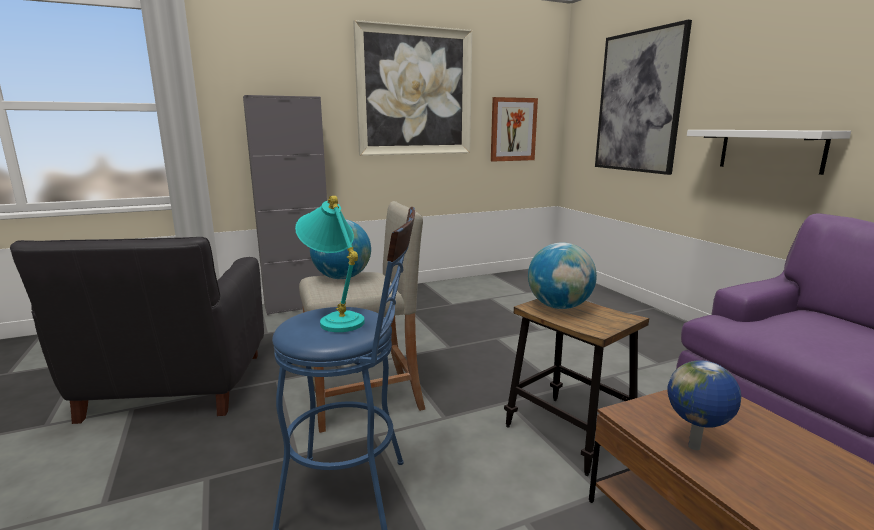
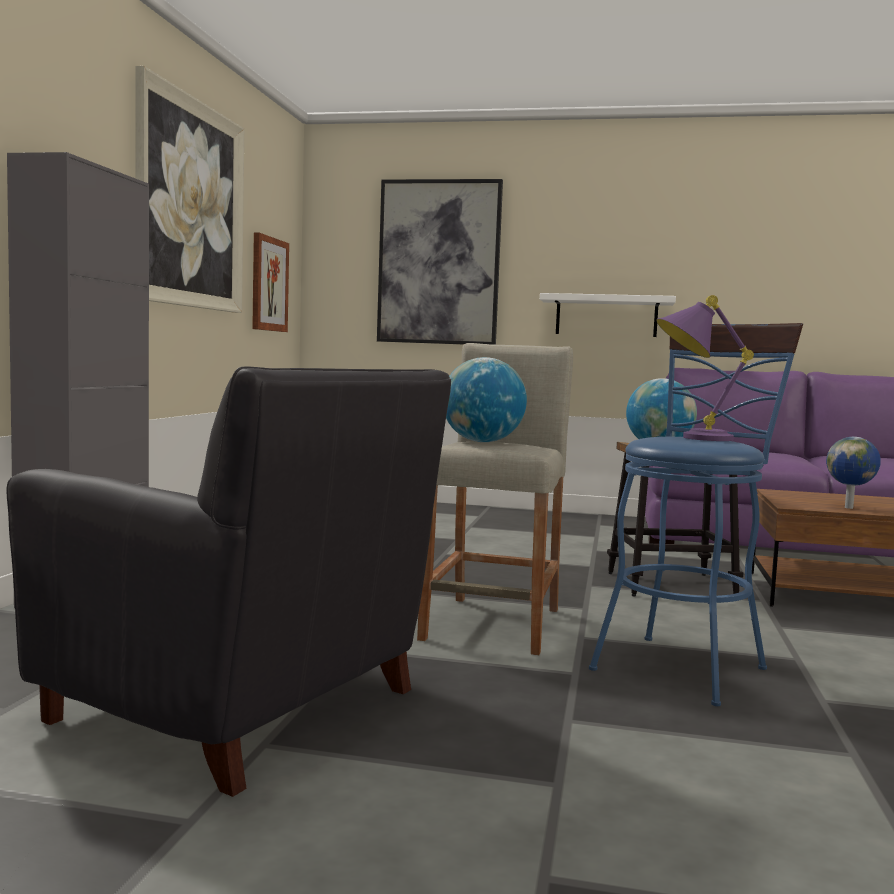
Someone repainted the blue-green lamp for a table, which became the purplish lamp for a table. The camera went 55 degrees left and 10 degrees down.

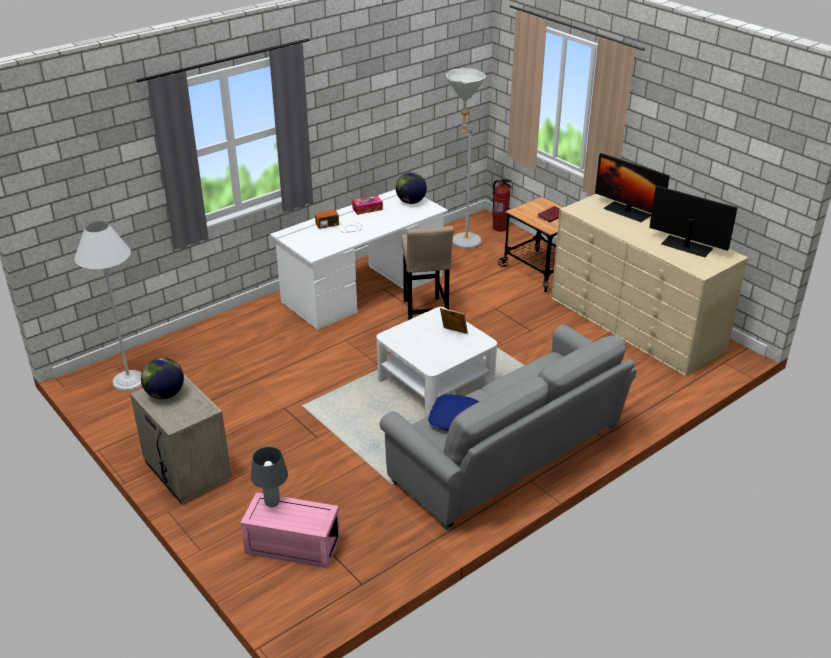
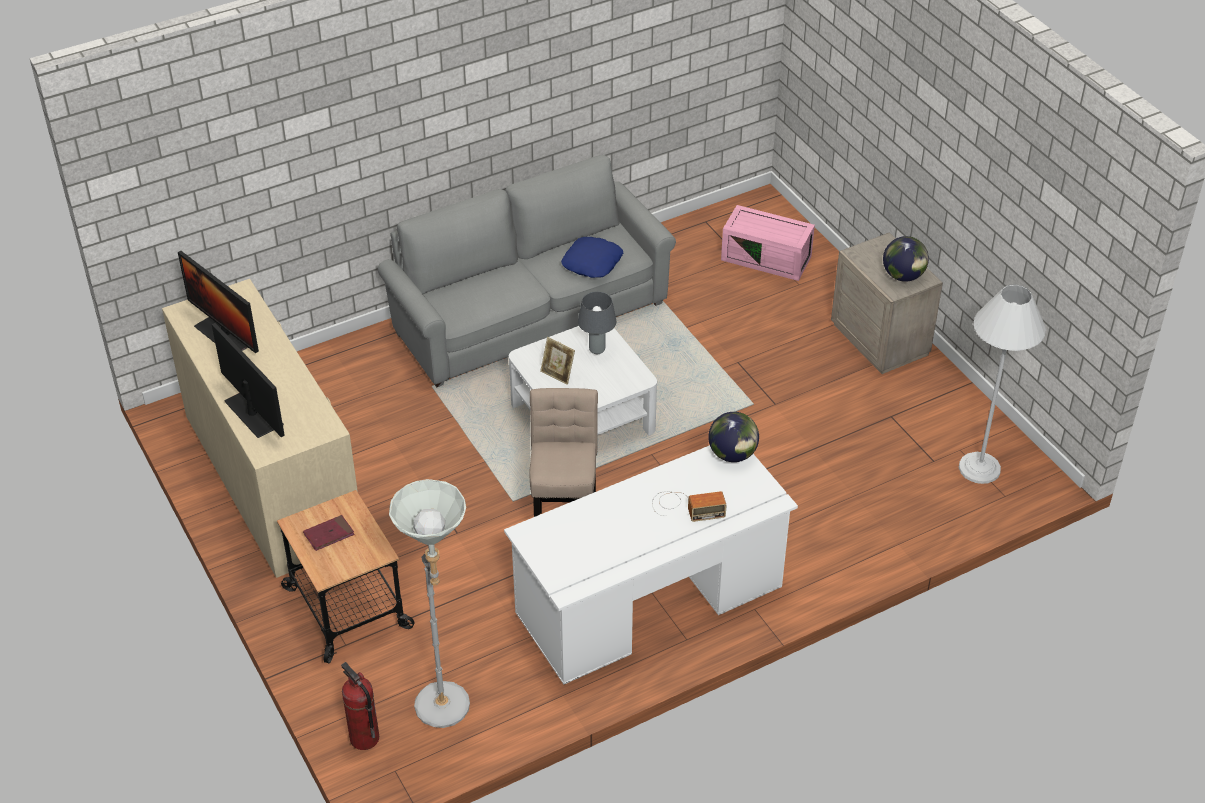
Someone carried the greyish lamp for a table. Someone took away the tissue box. Someone carried the globe (2nd from left in the first image). The camera went 170 degrees left and 10 degrees up.

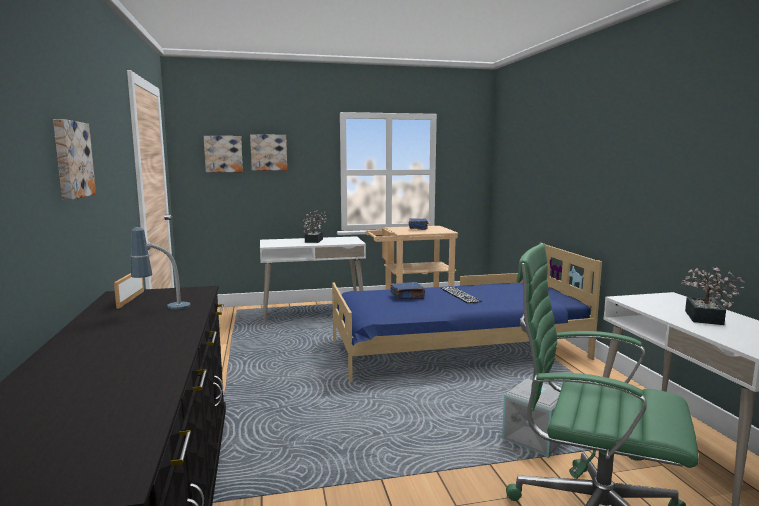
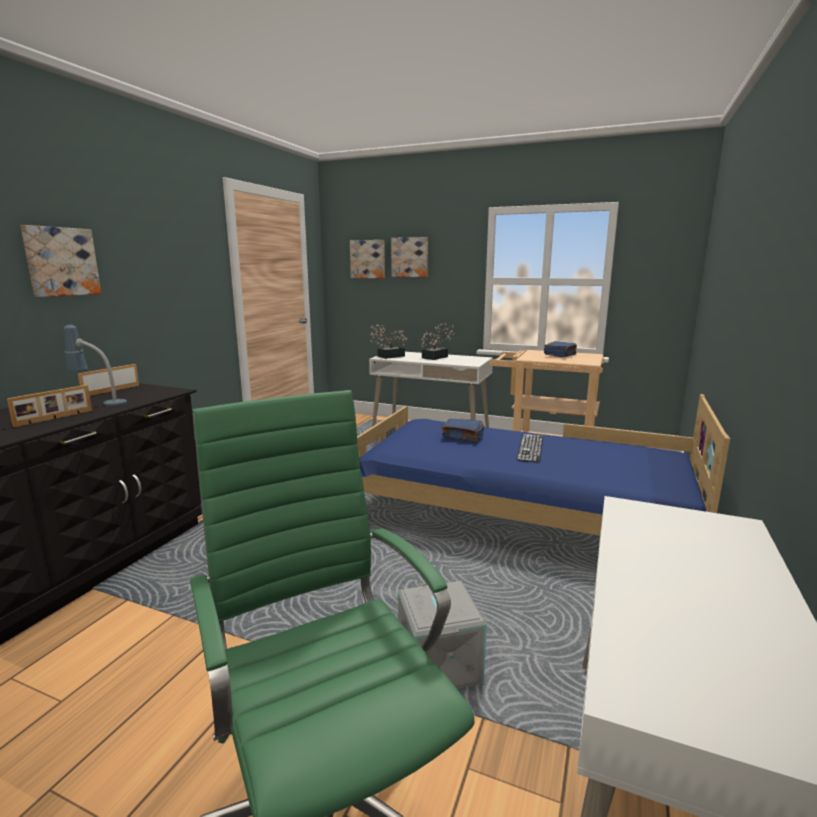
Someone carried the houseplant (2nd from left in the first image). Someone put down the photo frame (1st from left). The camera went 35 degrees right and 5 degrees up.

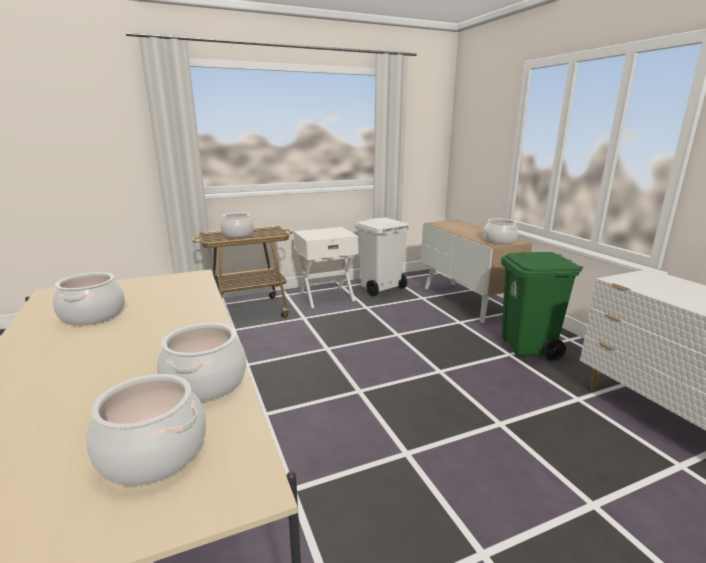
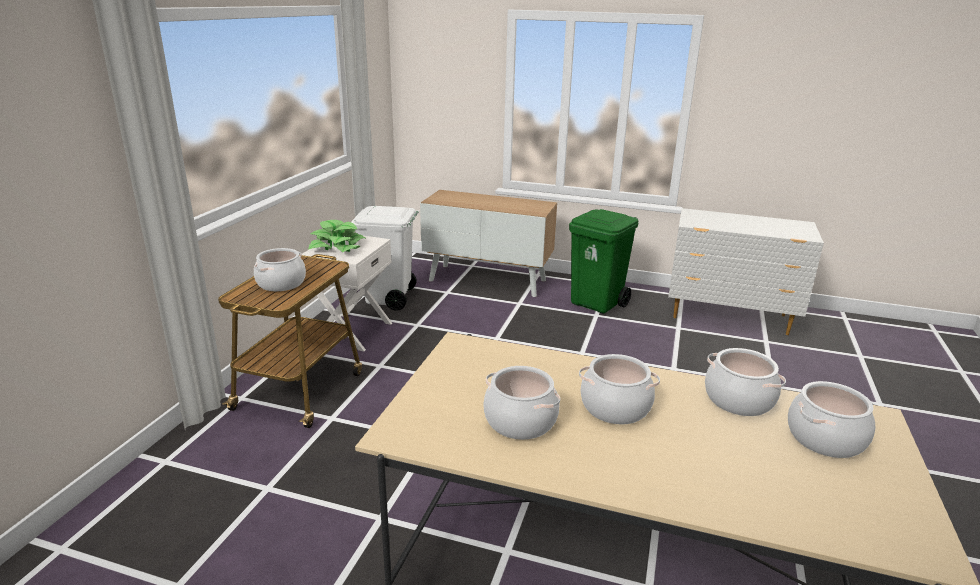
Someone carried the cooking pot (5th from left in the first image). Someone put down the houseplant. The camera went 50 degrees left and 5 degrees up.

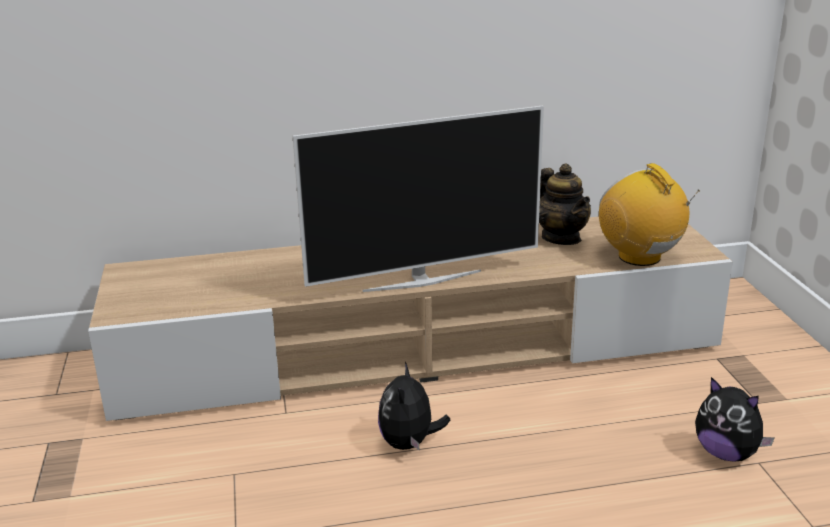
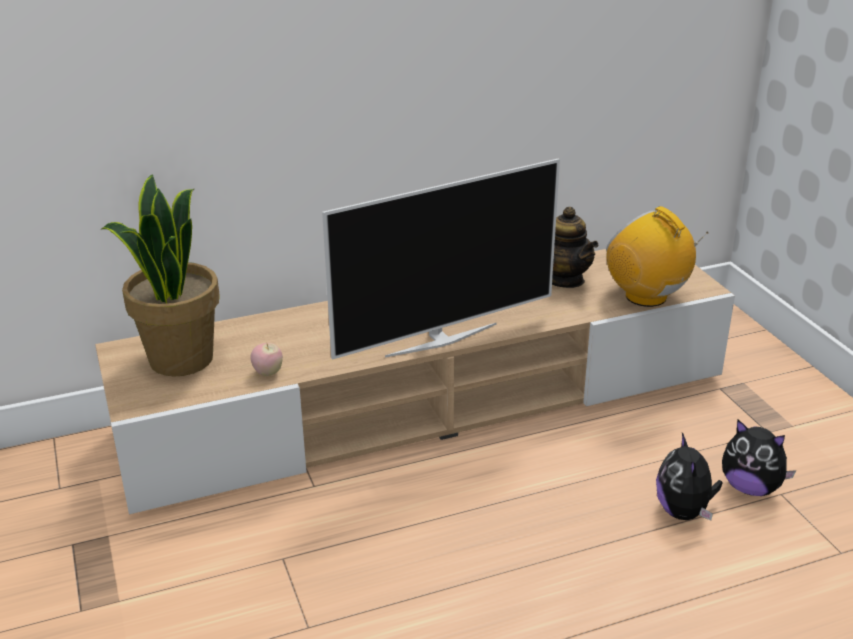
Someone carried the plush toy (1st from left). Someone put down the houseplant. Someone put down the apple fruit. The camera went 10 degrees left and 5 degrees up.

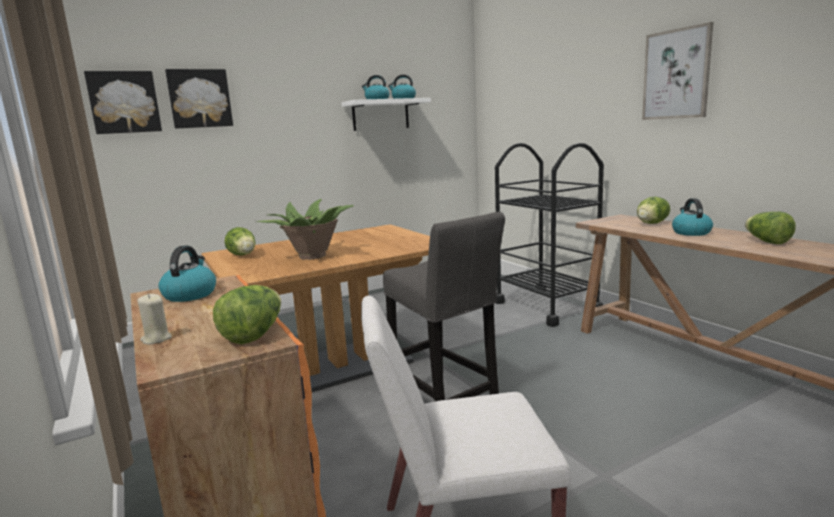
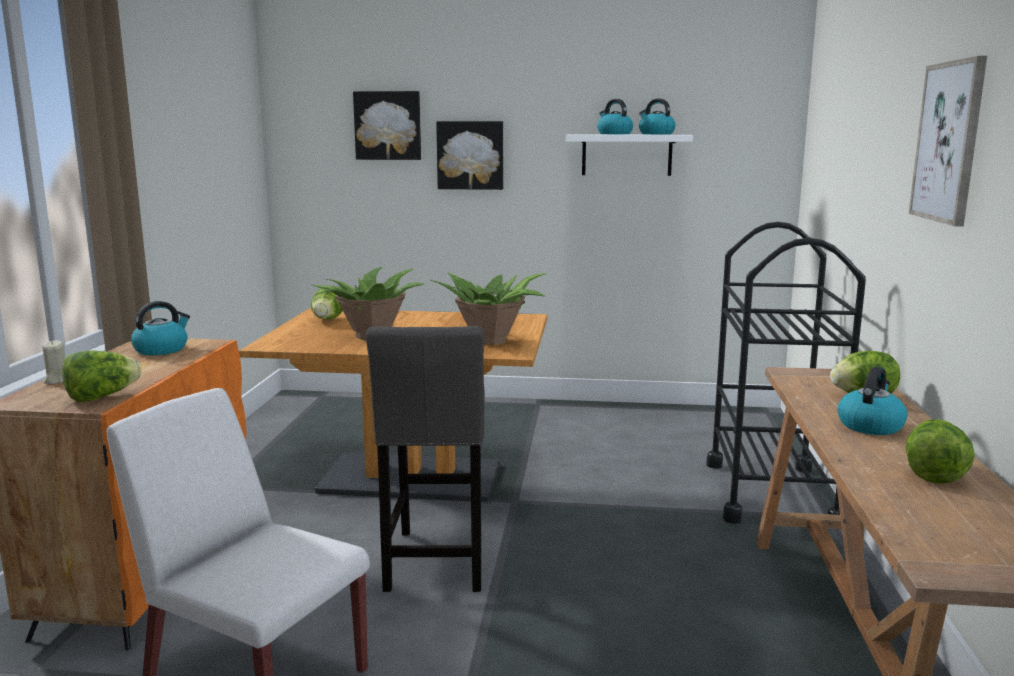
Someone carried the picture (1st from left in the first image). Someone put down the houseplant (2nd from left). The camera went 35 degrees right and 0 degrees up.

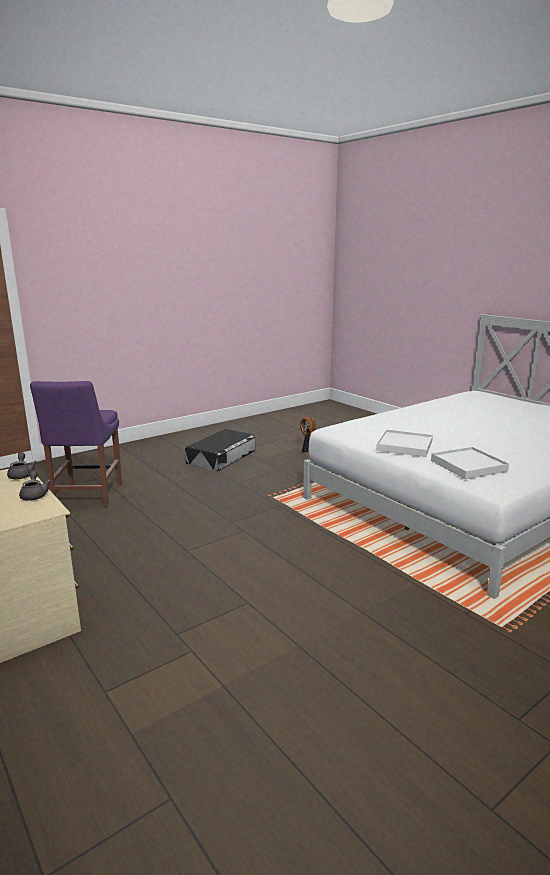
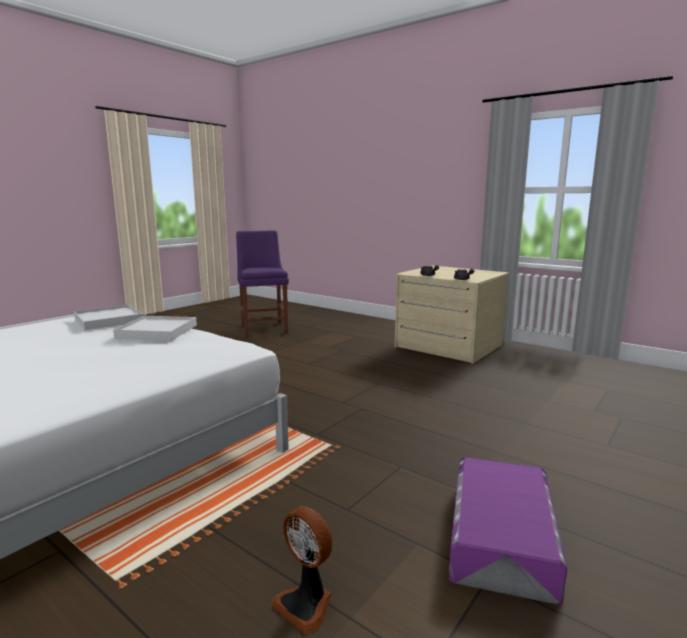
Someone carried the purplish chair. Someone repainted the black storage box, which became the purplish storage box. The camera went 165 degrees right and 5 degrees down.

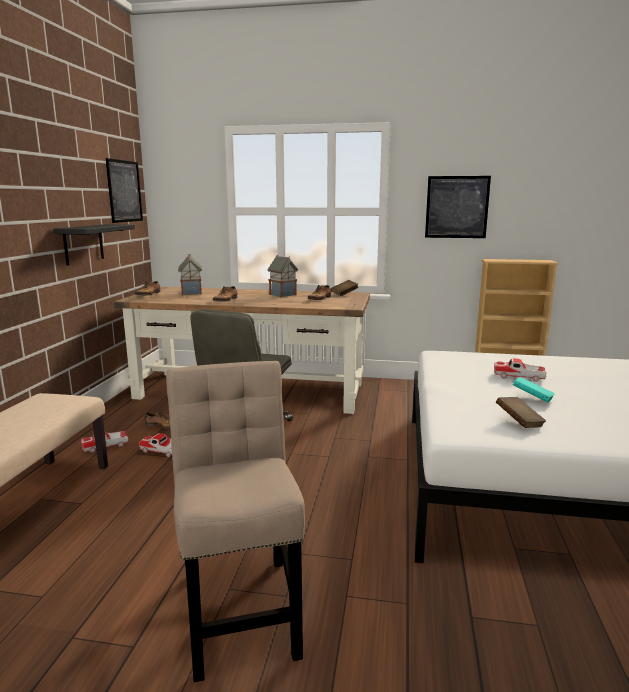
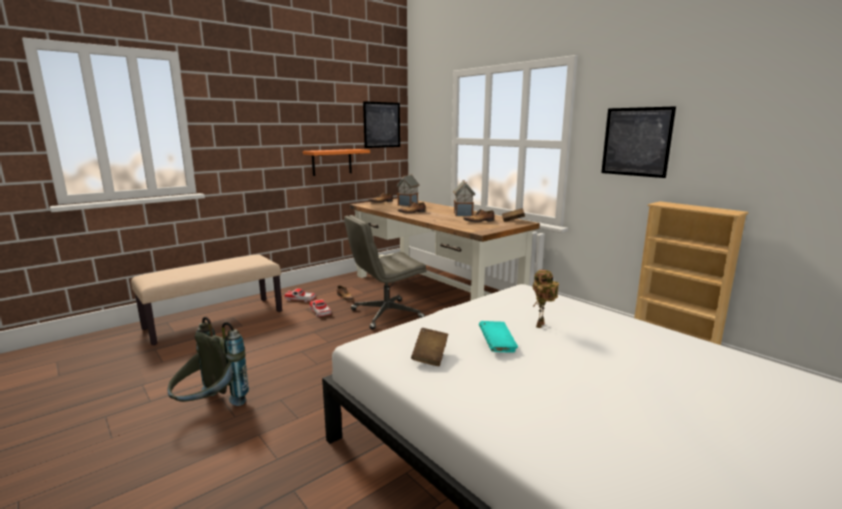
Someone repainted the black shelf, which became the orange-coloured shelf. Someone swapped the beige chair for the greyish backpack. Someone swapped the miniature car (3rd from left) for the robot figure. The camera went 40 degrees right and 0 degrees up.

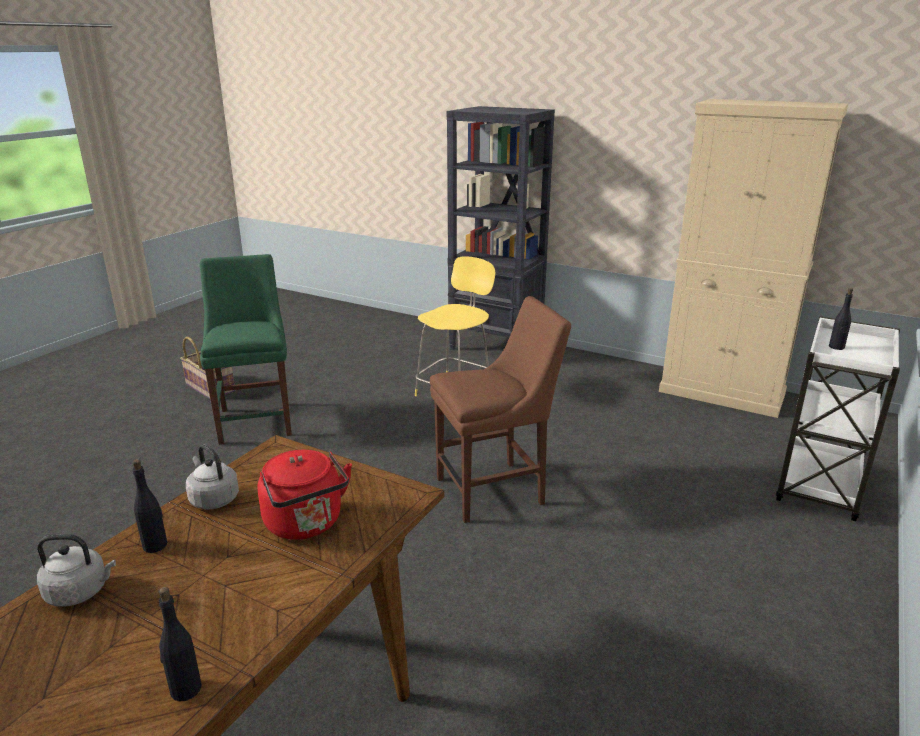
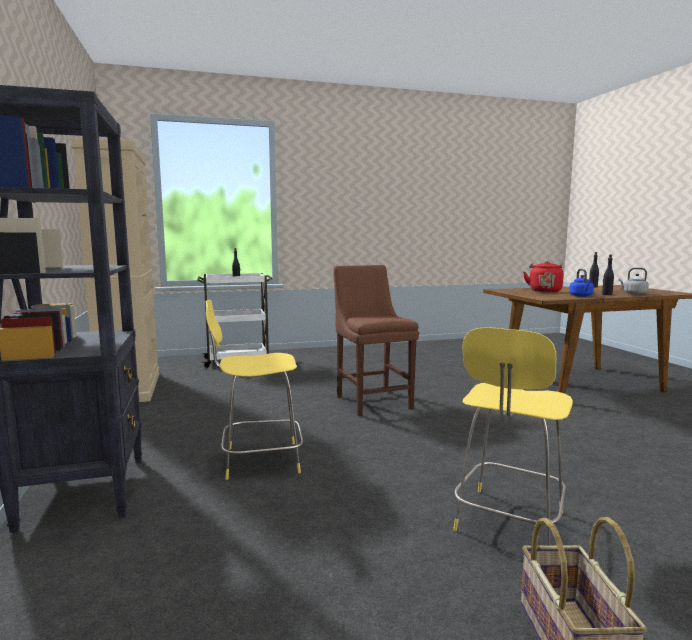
Someone repainted the greyish kettle (2nd from left), which became the bluish kettle. Someone swapped the greenish chair for the yellow stool seat (2nd from left). Someone rotated the brown-coloured chair by 45 degrees clockwise. The camera went 135 degrees left and 15 degrees down.

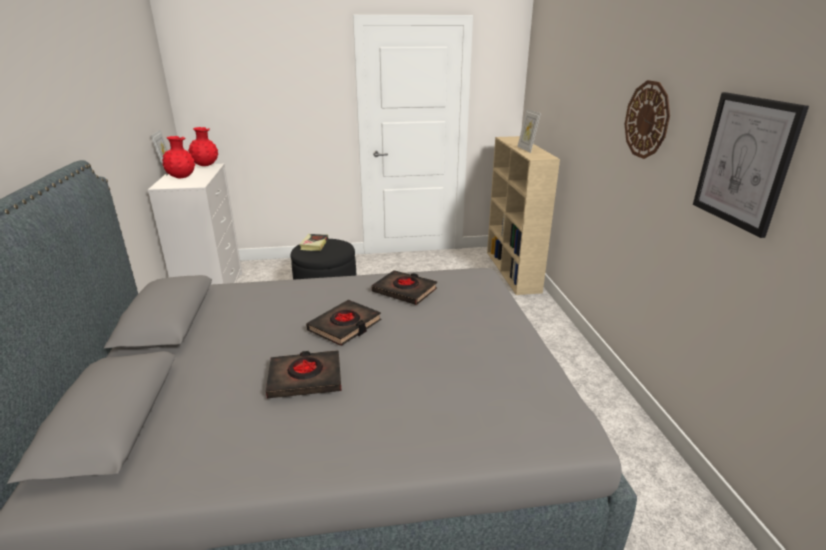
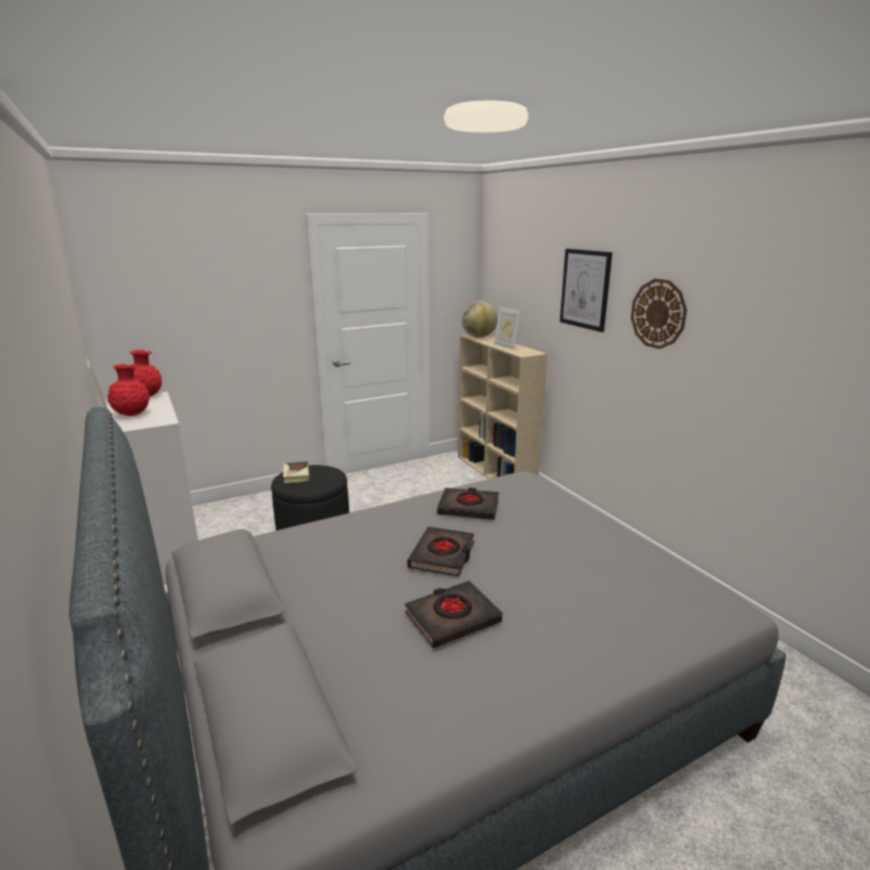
Someone carried the picture. Someone put down the globe. The camera went 20 degrees left and 5 degrees down.

